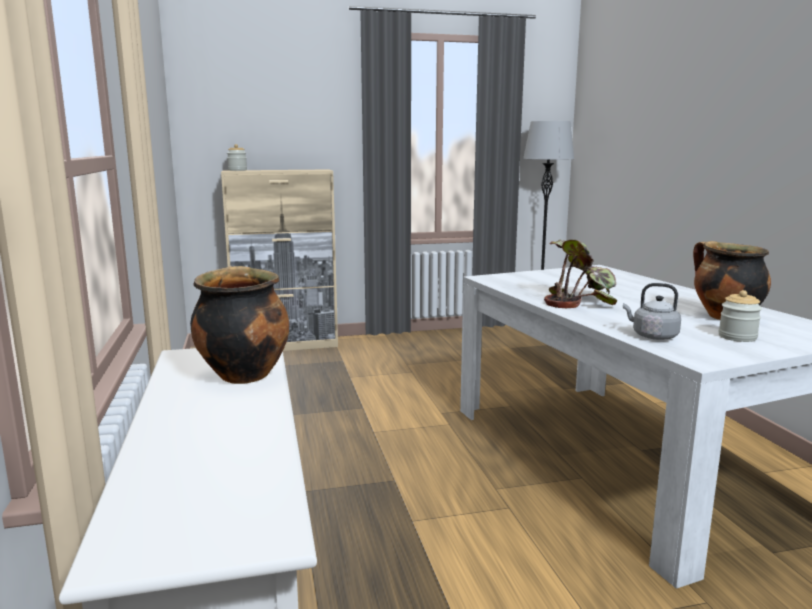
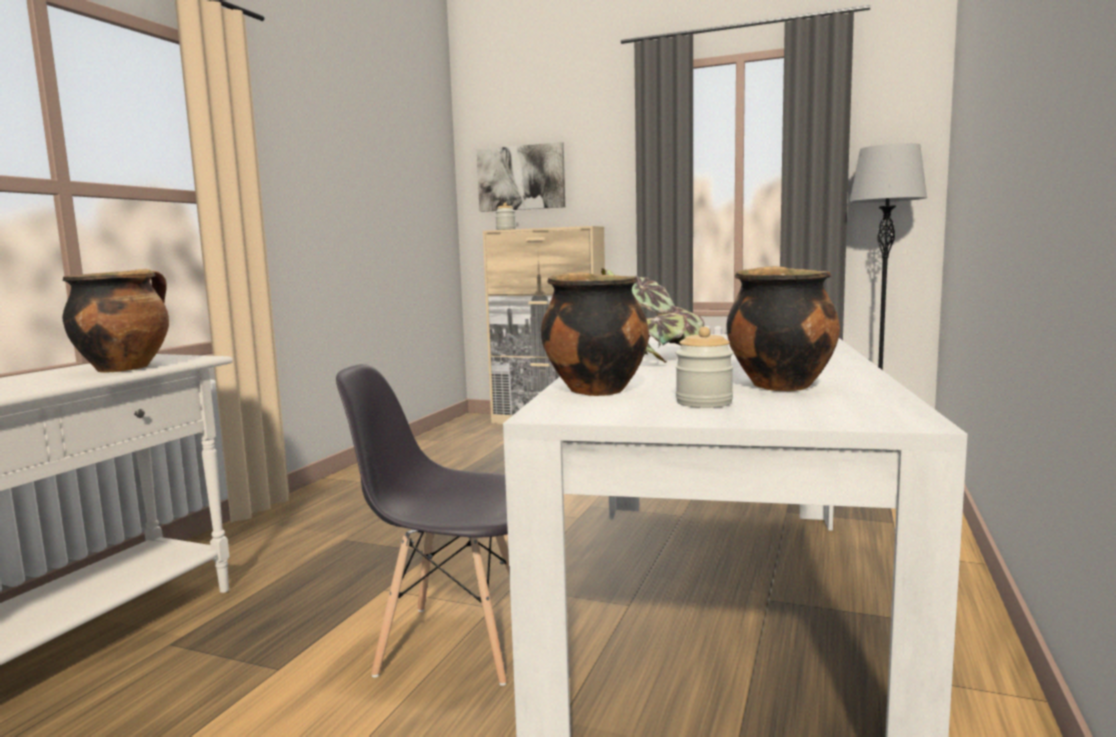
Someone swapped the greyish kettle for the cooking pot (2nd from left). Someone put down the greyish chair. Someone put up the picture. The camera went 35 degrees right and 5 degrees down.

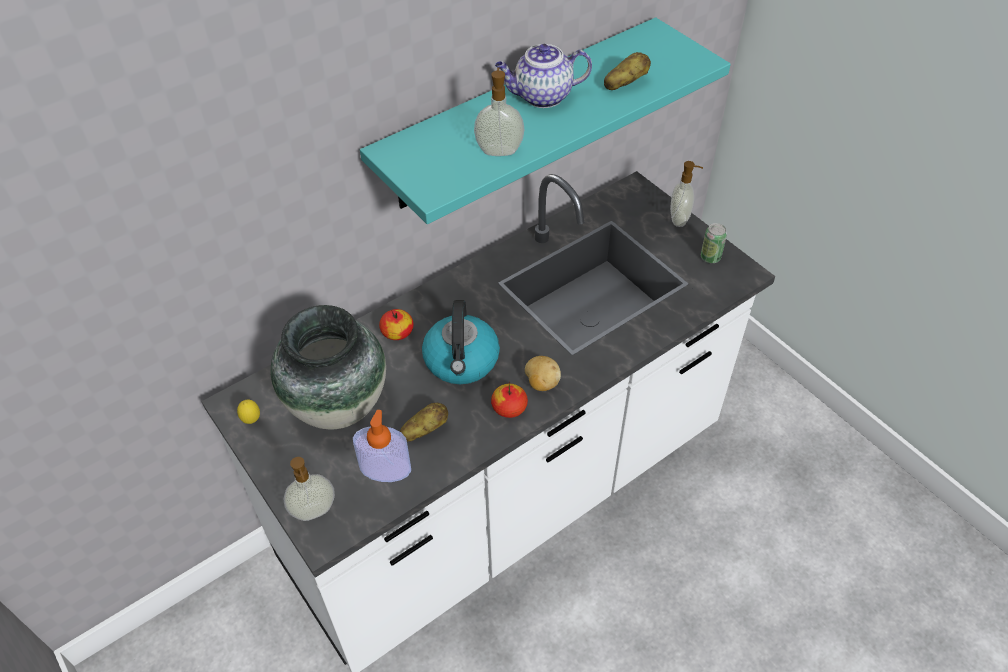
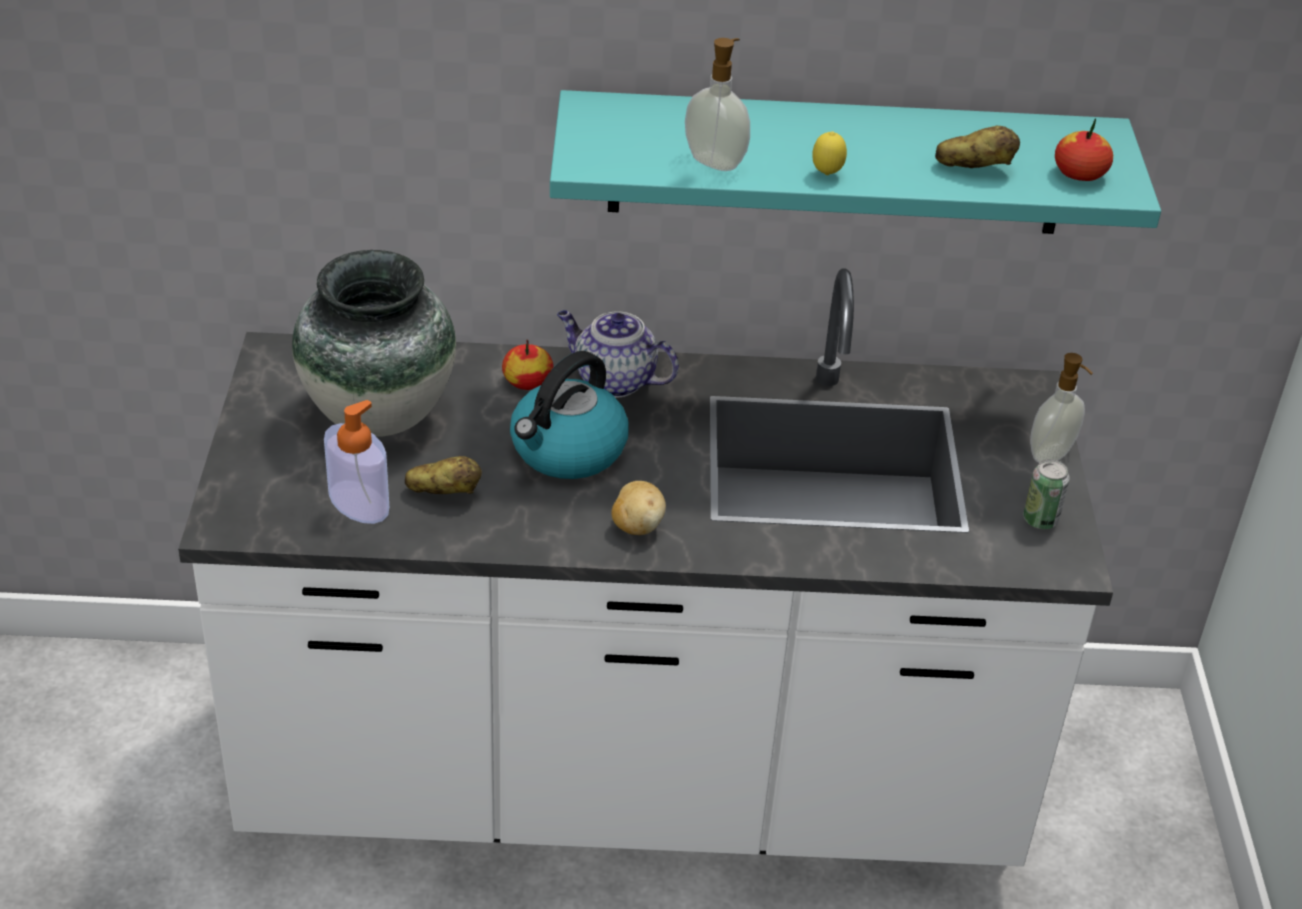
Someone carried the whole lemon. Someone took away the liquid soap bottle (1st from left). Someone carried the apple fruit (2nd from left). Someone carried the tea pot. The camera went 35 degrees right and 10 degrees down.

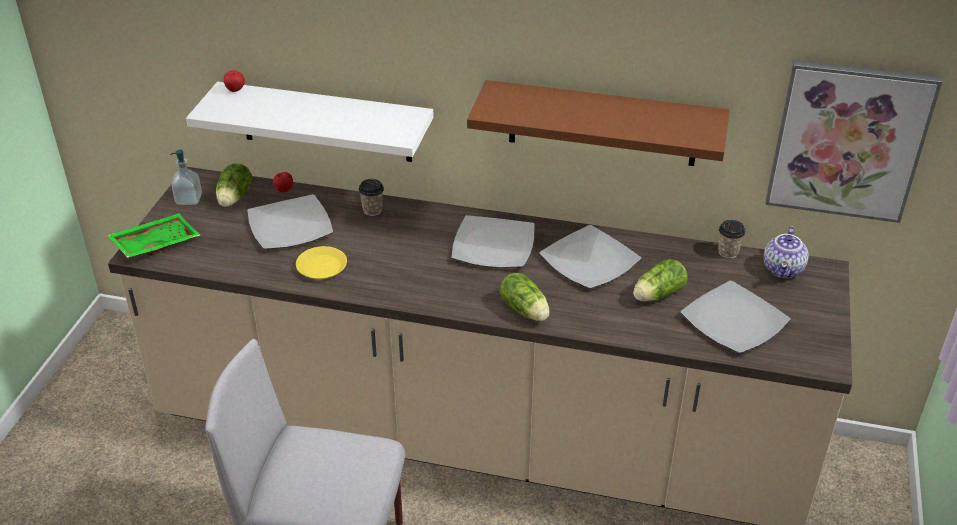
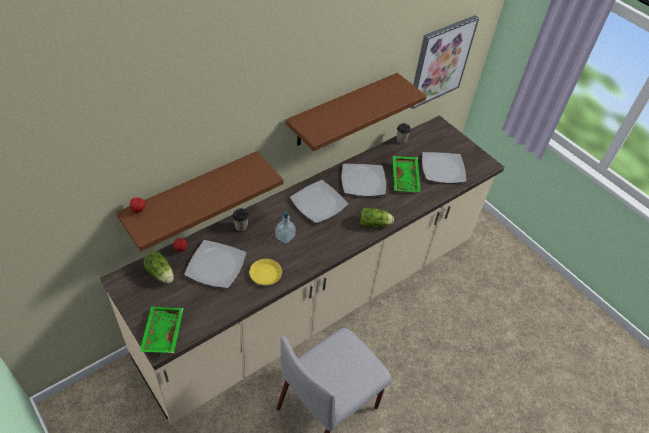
Someone carried the liquid soap bottle. Someone repainted the white-coloured shelf, which became the brown-coloured shelf (1st from left). Someone swapped the head of lettuce (3rd from left) for the greenish tray (2nd from left). Someone took away the tea pot. The camera went 55 degrees left and 10 degrees up.

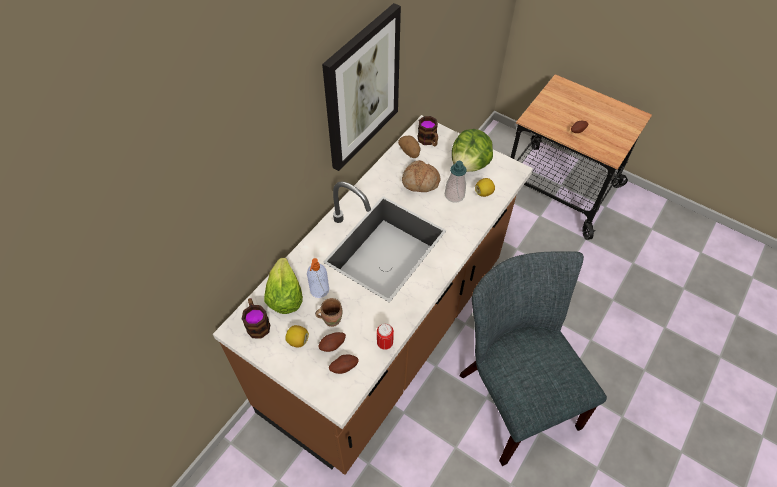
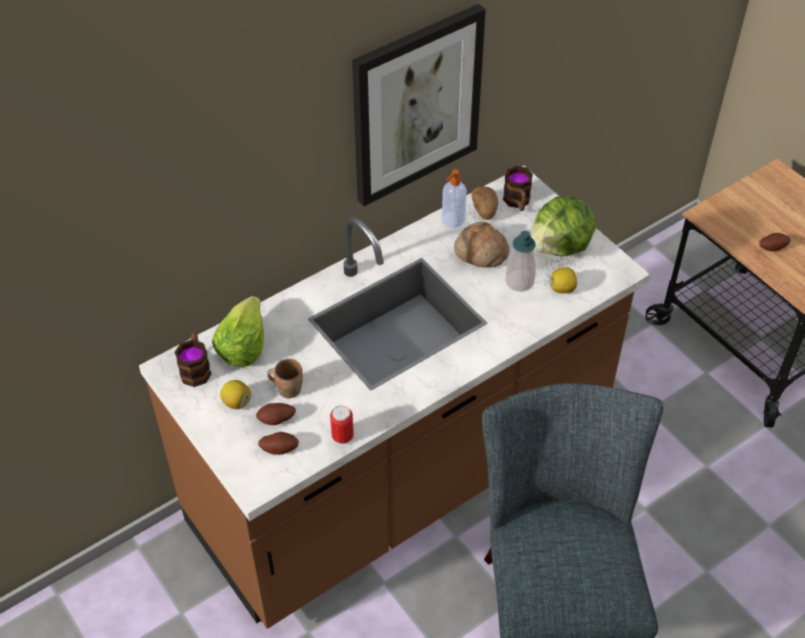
Someone carried the liquid soap bottle (1st from left). The camera went 20 degrees right and 5 degrees down.

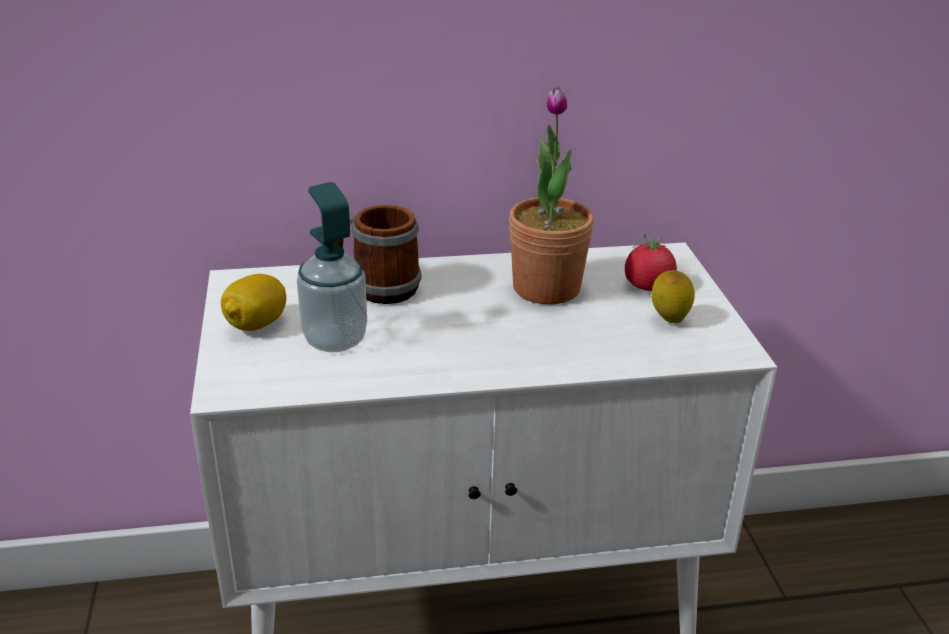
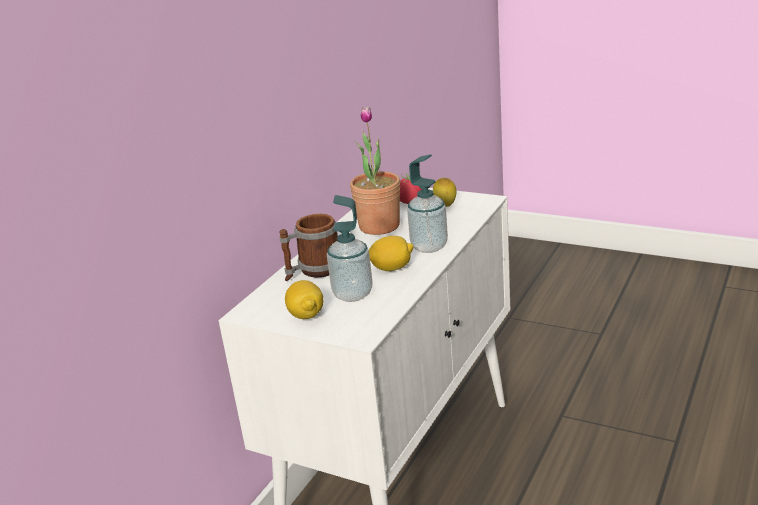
Someone put down the whole lemon (2nd from left). Someone put down the liquid soap bottle (2nd from left). The camera went 50 degrees left and 5 degrees down.

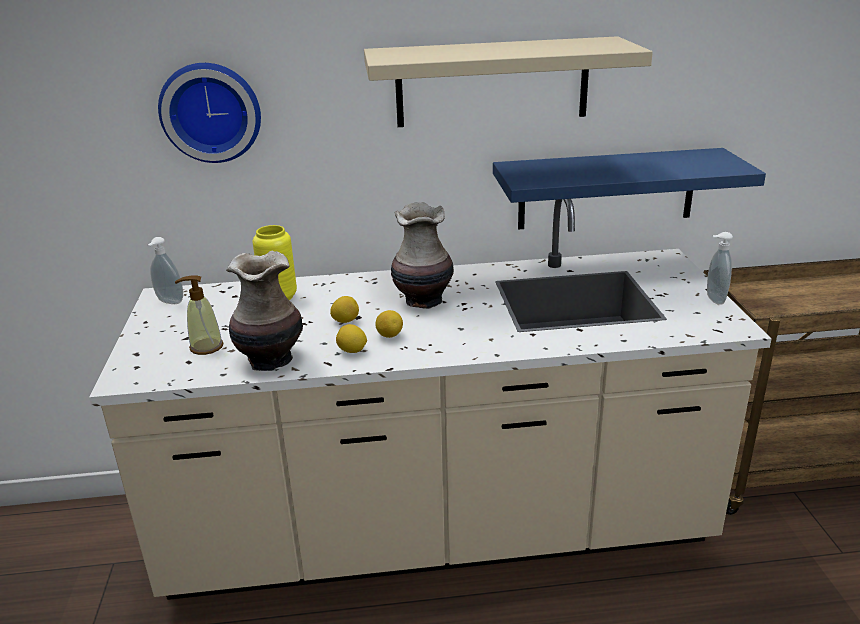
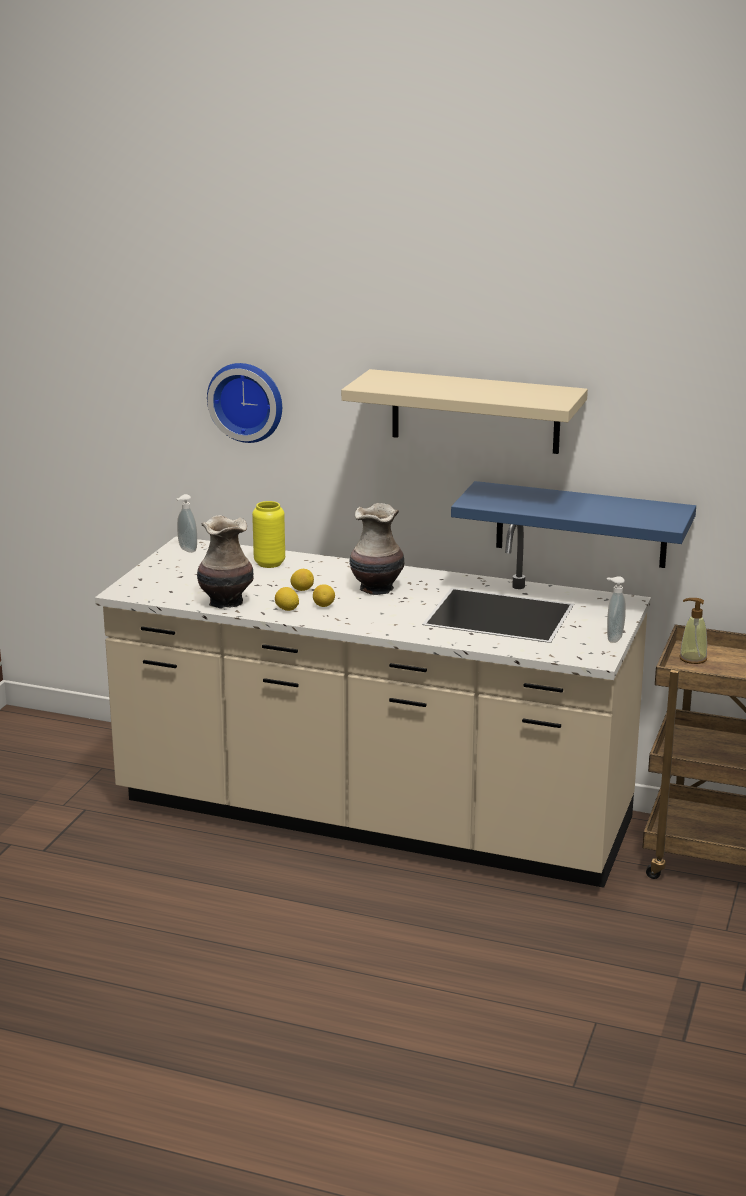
Someone carried the liquid soap bottle (2nd from left in the first image). The camera went 25 degrees right and 5 degrees down.

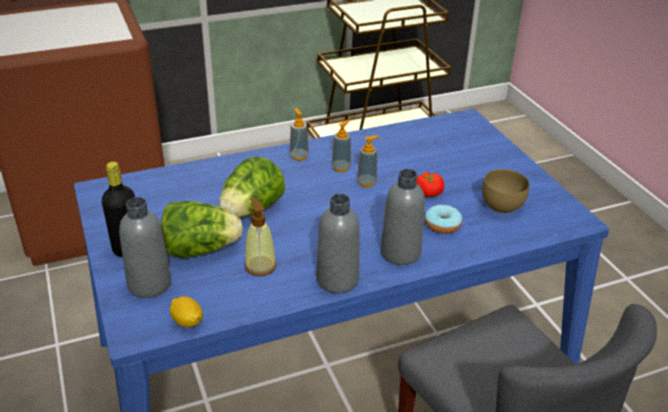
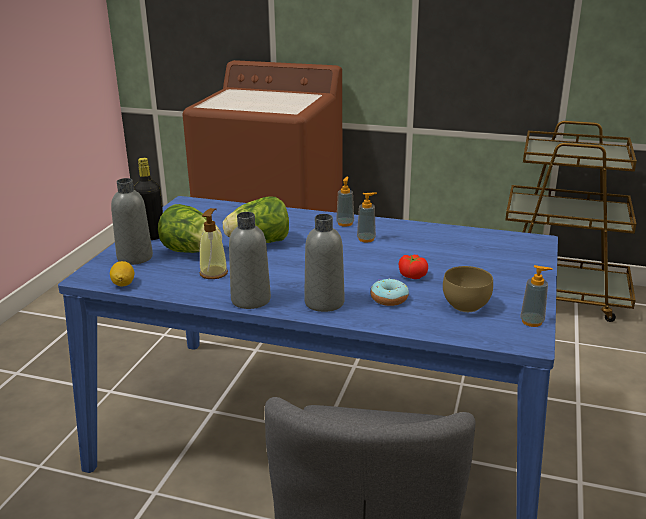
Someone carried the liquid soap bottle (4th from left). The camera went 40 degrees right and 10 degrees down.

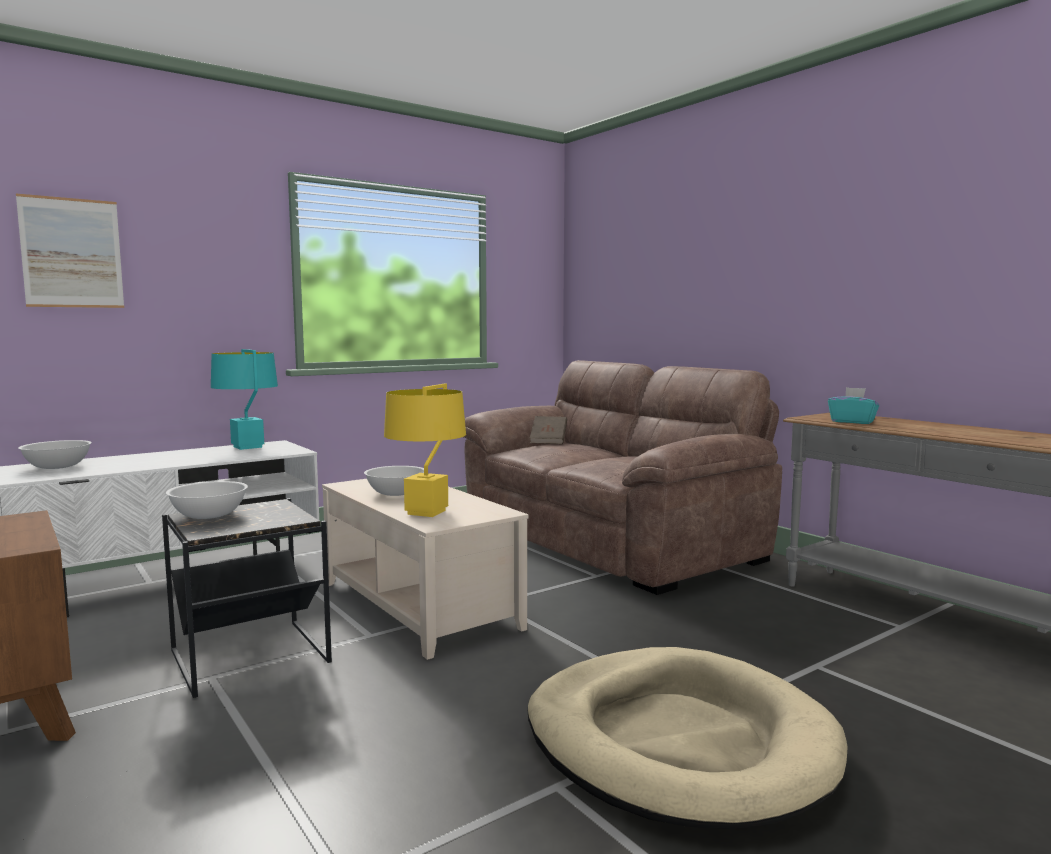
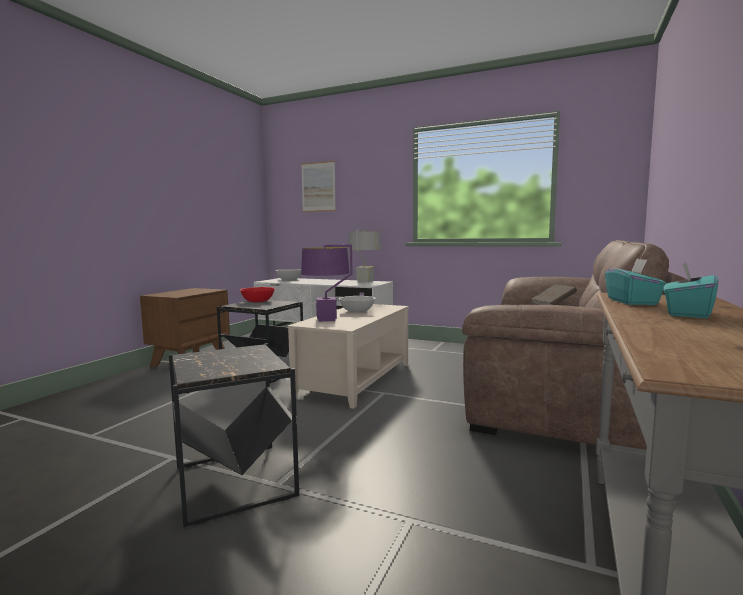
Someone repainted the white-coloured serving bowl (2nd from left), which became the reddish serving bowl. Someone repainted the blue-green lamp for a table, which became the greyish lamp for a table. Someone repainted the yellow lamp for a table, which became the purplish lamp for a table. Someone swapped the beige dog cushion for the black end table (1st from left). Someone put down the blue-green tissue box (2nd from left). The camera went 60 degrees right and 0 degrees up.

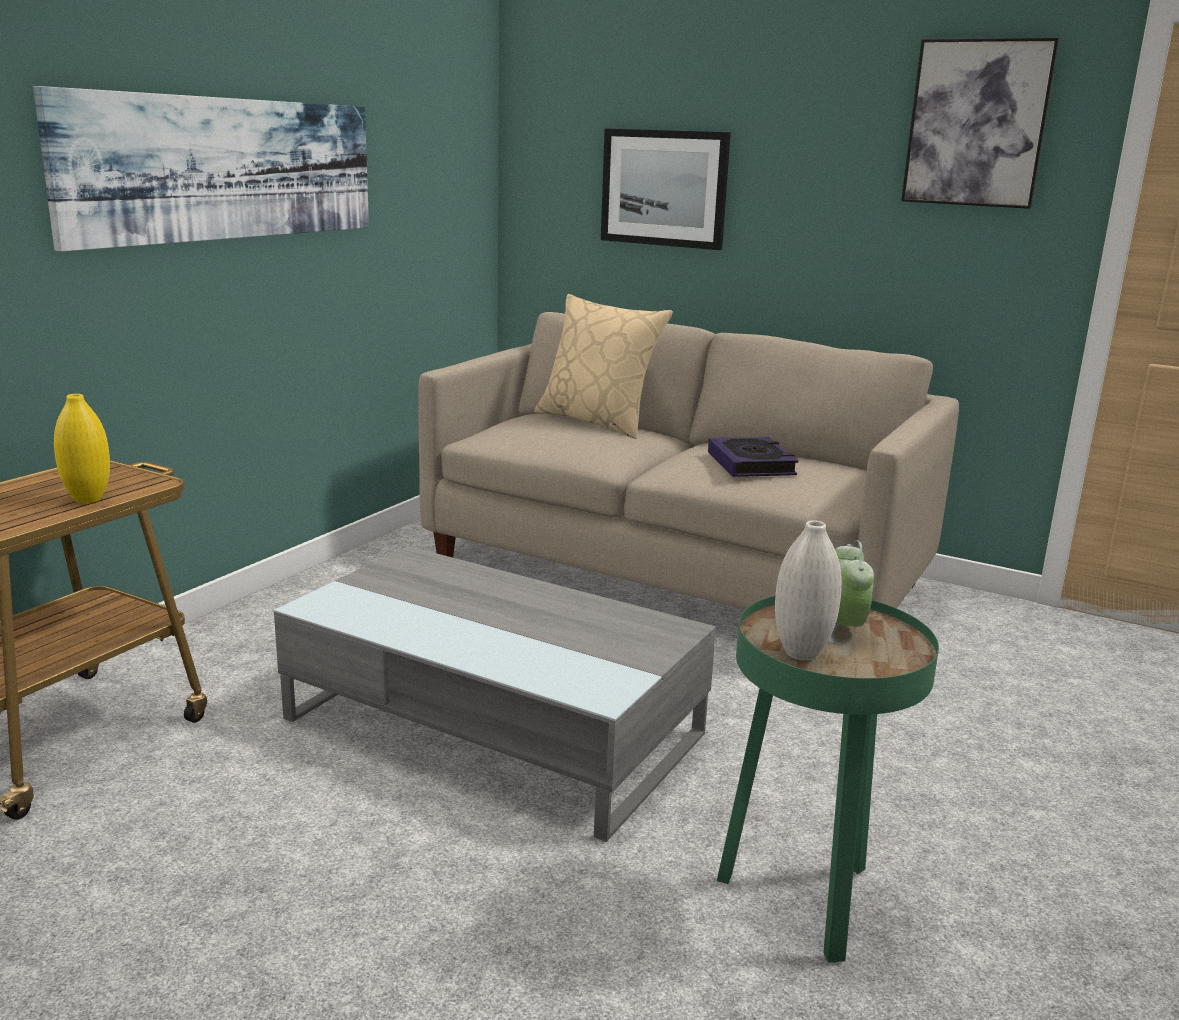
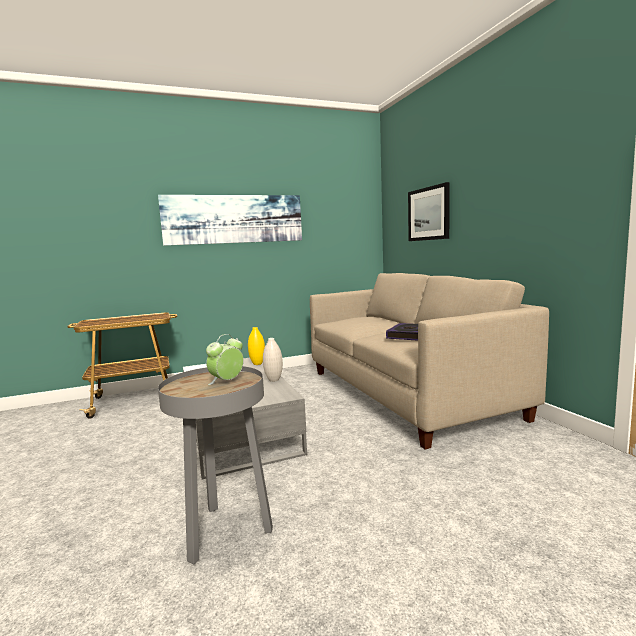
Someone carried the yellow flower vase. Someone took away the beige cushion. Someone repainted the greenish end table, which became the greyish end table. Someone carried the white-coloured flower vase. Someone took away the picture (3rd from left). The camera went 40 degrees right and 10 degrees down.

